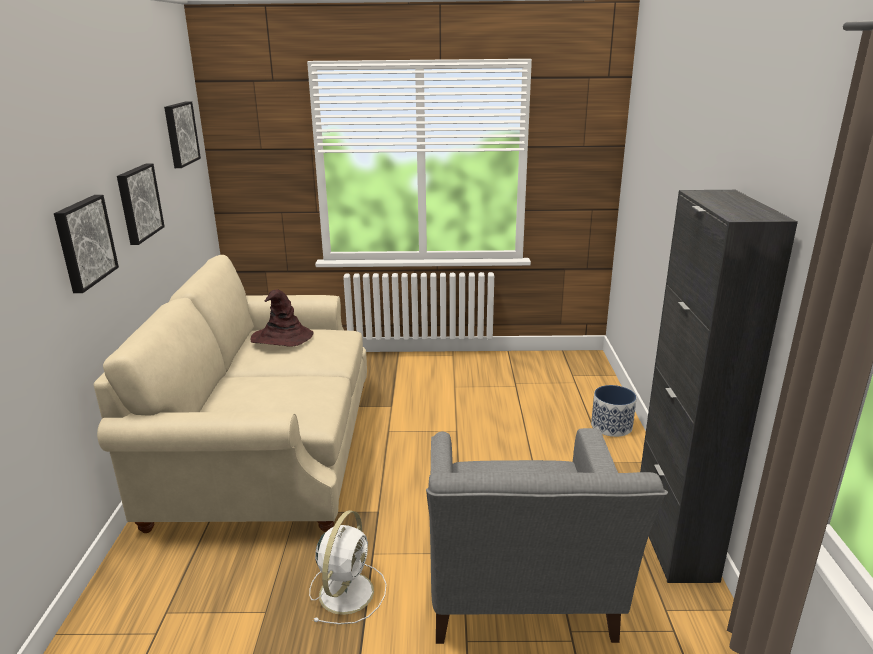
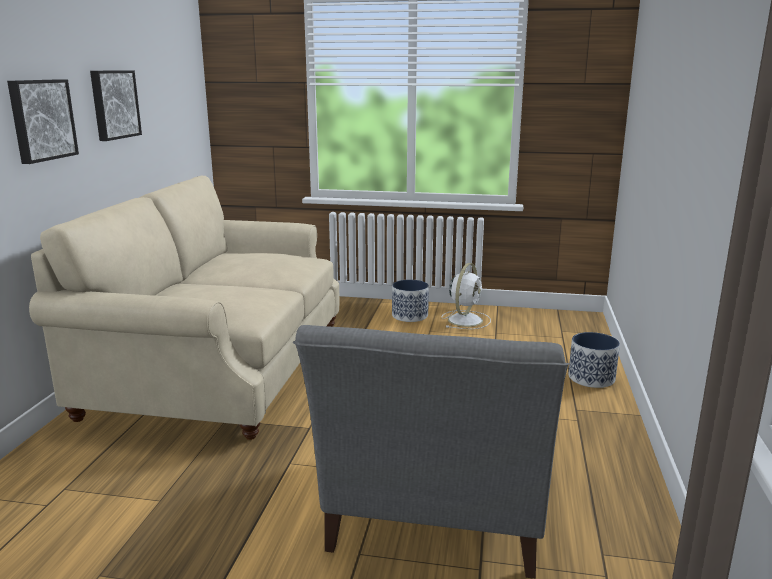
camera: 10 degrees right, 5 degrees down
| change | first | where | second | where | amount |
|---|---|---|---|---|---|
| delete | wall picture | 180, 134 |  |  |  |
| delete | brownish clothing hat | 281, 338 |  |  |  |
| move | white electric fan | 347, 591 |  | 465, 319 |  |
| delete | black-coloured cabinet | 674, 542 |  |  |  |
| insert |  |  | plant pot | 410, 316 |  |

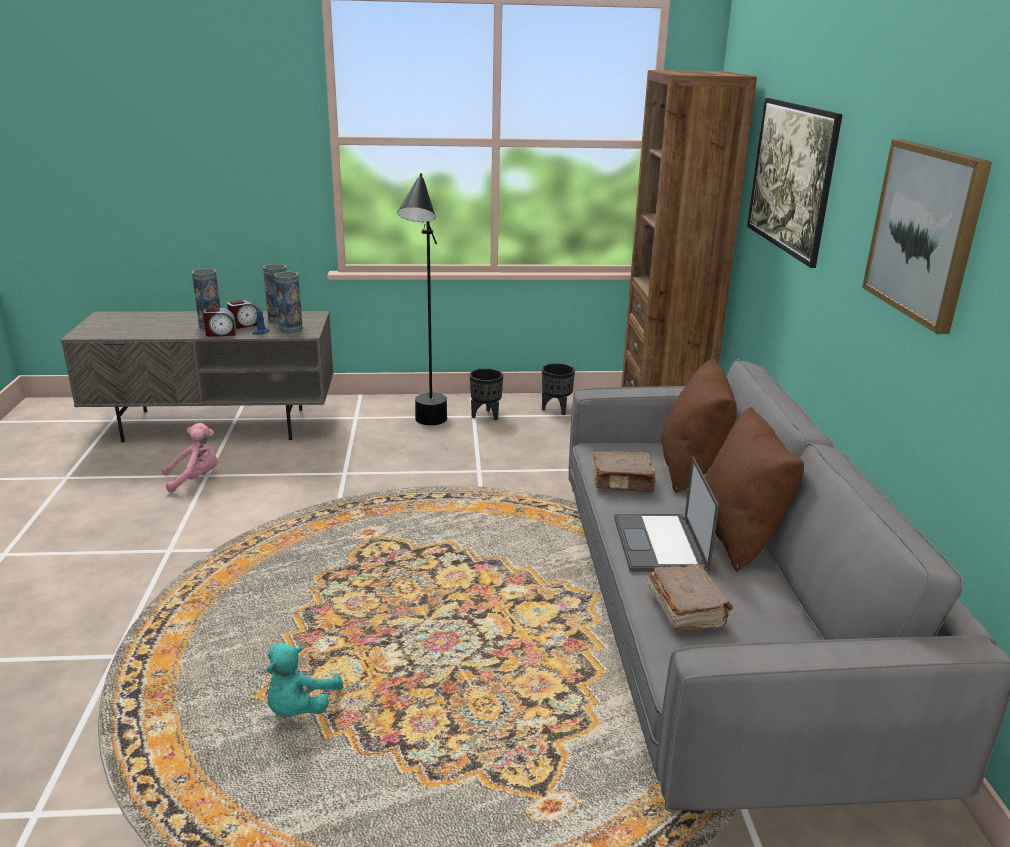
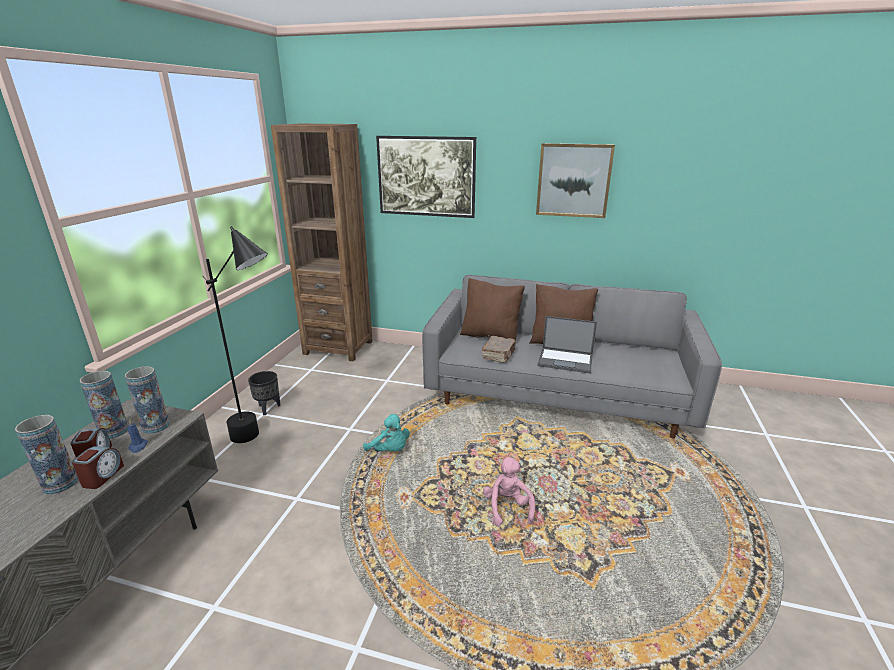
camera: 70 degrees left, 0 degrees up
| change | first | where | second | where | amount |
|---|---|---|---|---|---|
| move | pink soft toy | 195, 479 |  | 507, 507 |  |
| move | turquoise-coloured soft toy | 299, 708 |  | 390, 450 |  |
| delete | black-coloured plant pot | 555, 409 |  |  |  |
| delete | brownish volume | 686, 609 |  |  |  |

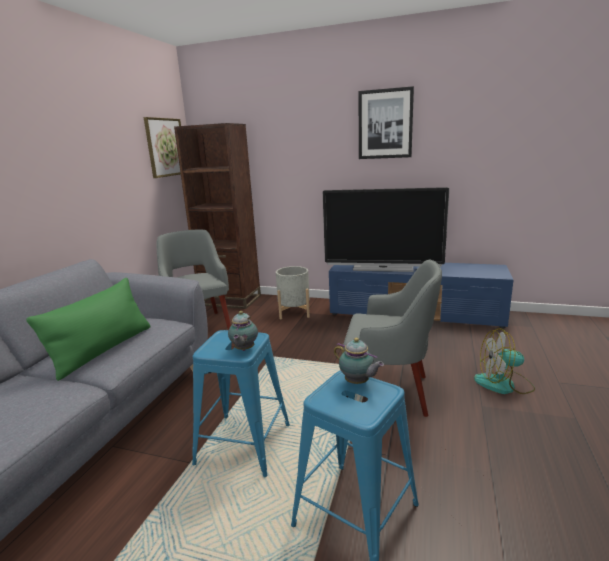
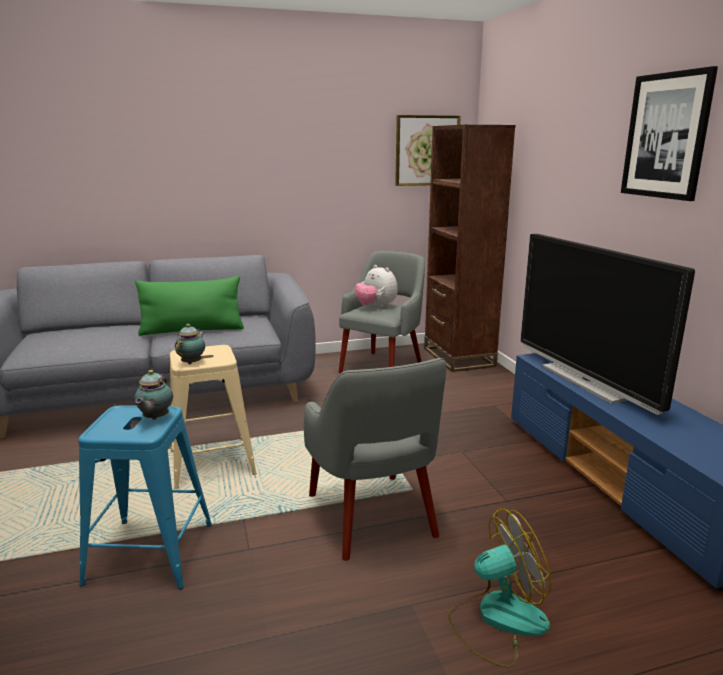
camera: 55 degrees right, 0 degrees up
| change | first | where | second | where | amount |
|---|---|---|---|---|---|
| recolor | bluish sitting stool | 244, 444 | beige-coloured sitting stool | 211, 463 |  |
| rotate | pot for tea | 244, 350 |  | 192, 362 | 135 degrees clockwise |
| delete | greyish plant pot | 294, 312 |  |  |  |
| rotate | electric fan | 504, 384 |  | 497, 619 | 105 degrees clockwise |
| insert |  |  | soft toy | 376, 307 |  |

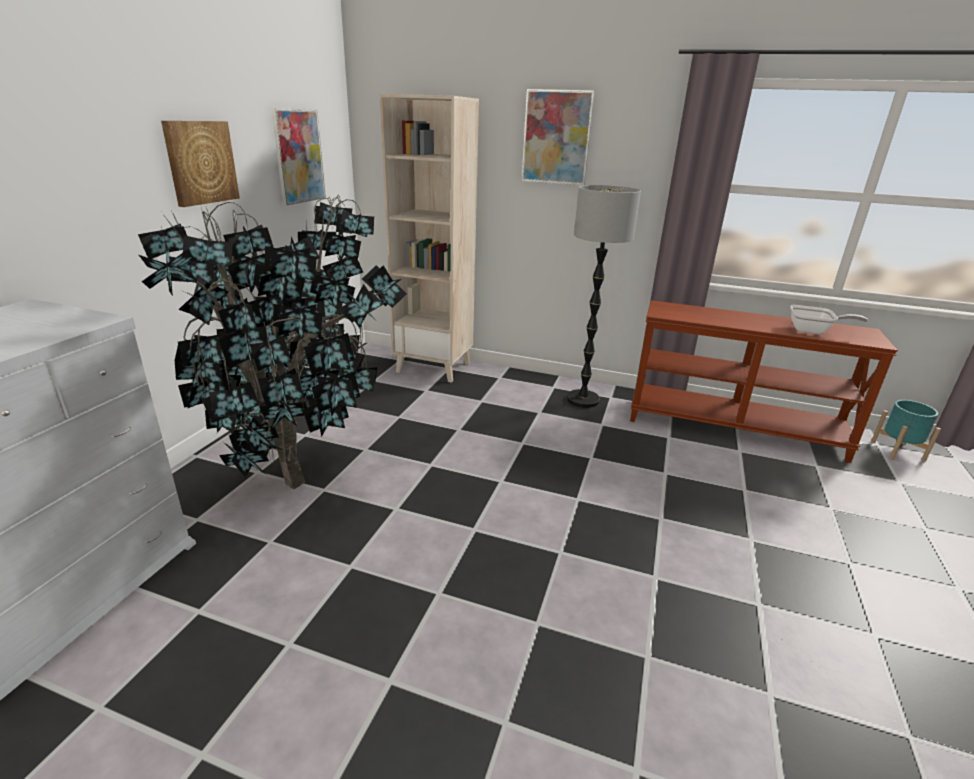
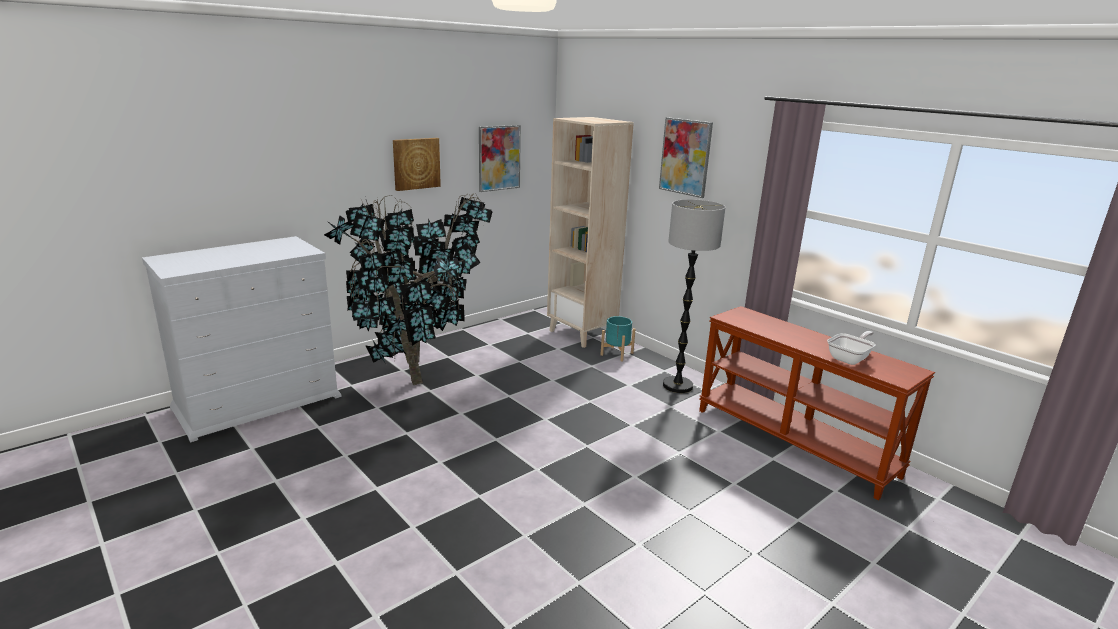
camera: 30 degrees right, 5 degrees down
| change | first | where | second | where | amount |
|---|---|---|---|---|---|
| rotate | pan | 813, 331 |  | 850, 358 | 90 degrees counterclockwise |
| move | turquoise-coloured plant pot | 897, 451 |  | 616, 354 |  |

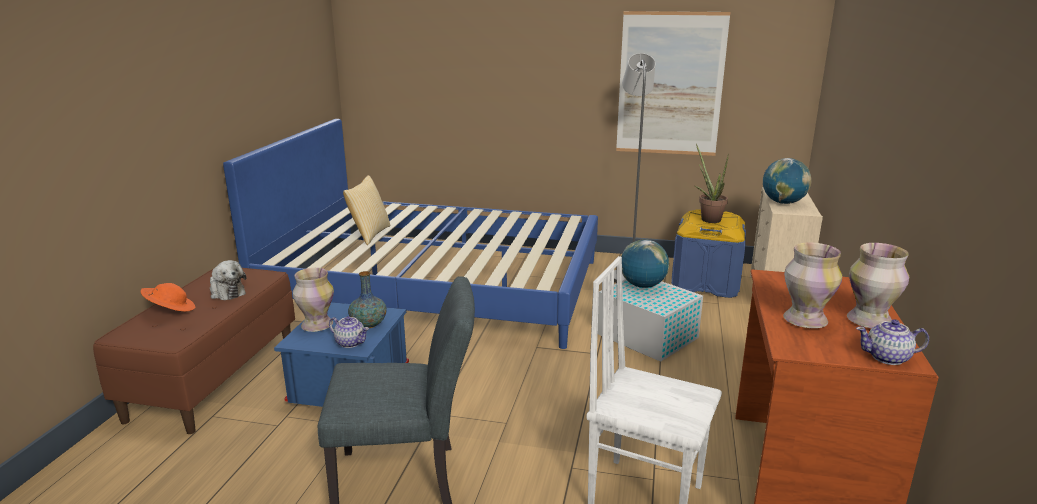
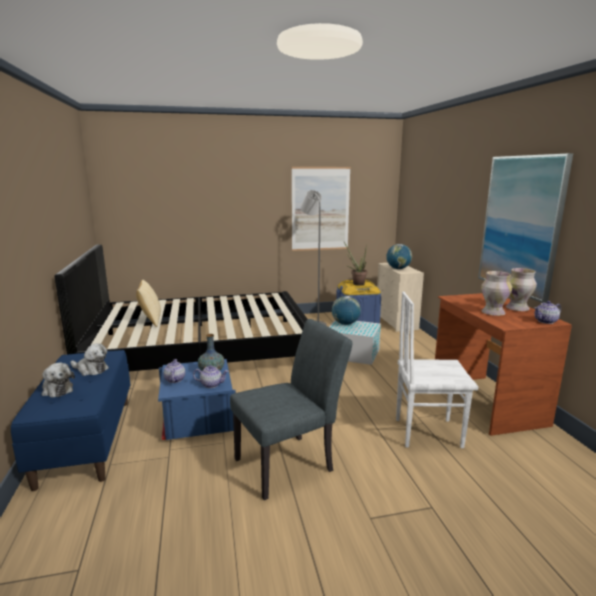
camera: 25 degrees left, 5 degrees down
| change | first | where | second | where | amount |
|---|---|---|---|---|---|
| recolor | brownish long seat | 214, 378 | bluish long seat | 86, 440 |  |
| replace | orange clothing hat | 170, 310 | soft toy | 57, 389 |  |
| recolor | bluish sleeping bed | 436, 285 | black-coloured sleeping bed | 201, 349 |  |
| replace | vase | 316, 325 | pot for tea | 174, 379 |  |
| insert |  |  | wall picture | 520, 225 |  |

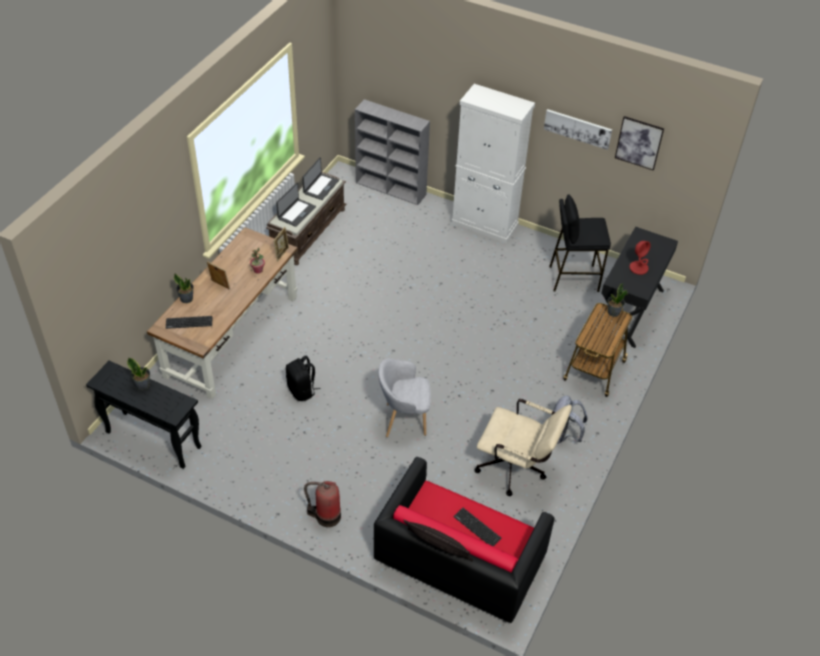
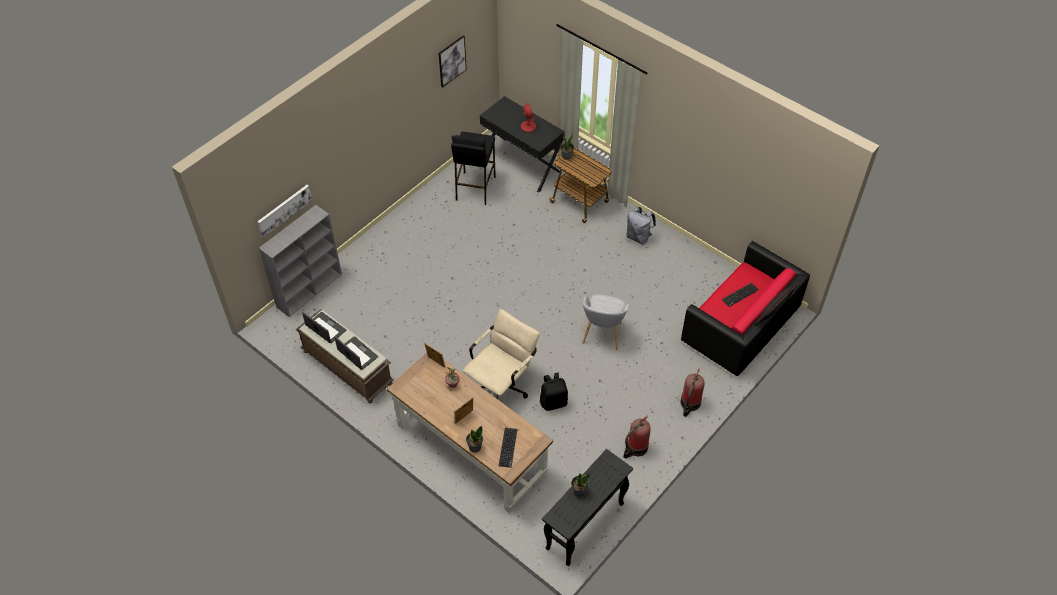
camera: 75 degrees left, 5 degrees up
| change | first | where | second | where | amount |
|---|---|---|---|---|---|
| delete | white cabinet | 484, 224 |  |  |  |
| move | beige-coloured desk chair | 516, 469 |  | 502, 385 |  |
| move | wall picture | 578, 128 |  | 284, 210 |  |
| insert |  |  | fire-fighting cylinder | 636, 448 |  |

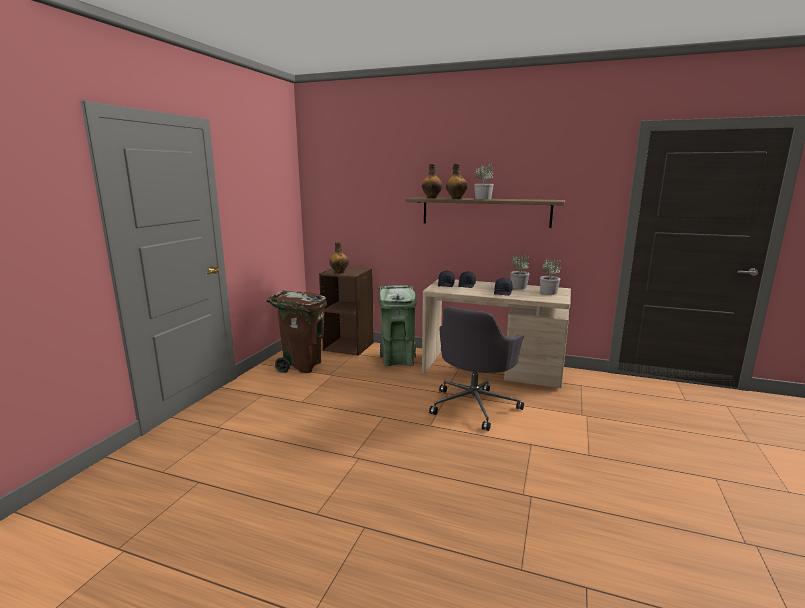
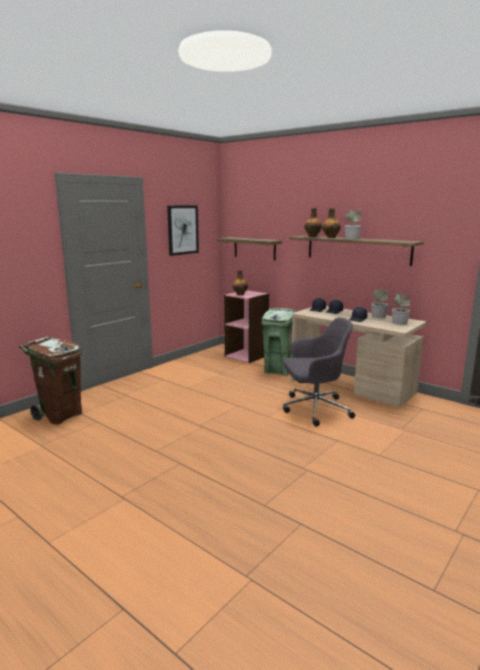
camera: 20 degrees right, 0 degrees up
| change | first | where | second | where | amount |
|---|---|---|---|---|---|
| move | brownish rubbish bin | 302, 366 |  | 60, 415 |  |
| recolor | brownish shelving unit | 349, 346 | pink shelving unit | 247, 356 |  |
| rotate | greyish desk chair | 474, 405 |  | 314, 409 | 150 degrees counterclockwise |
| insert |  |  | wall picture | 182, 230 |  |
| insert |  |  | bracket shelf | 254, 248 |  |

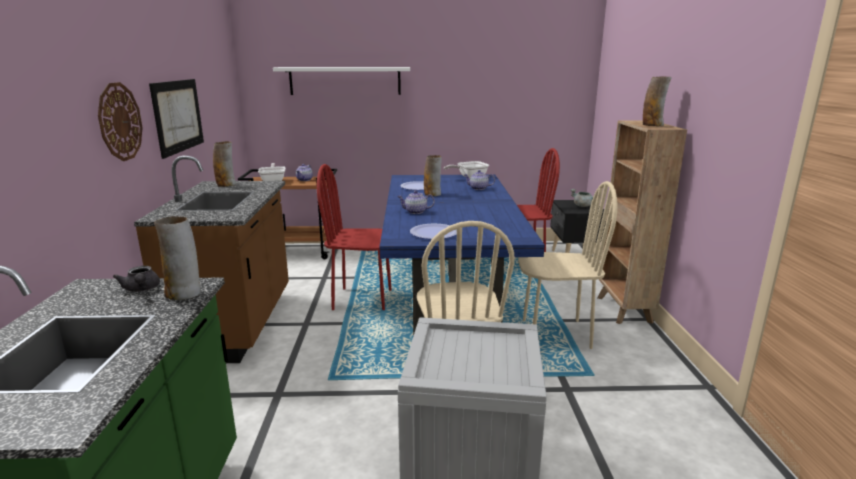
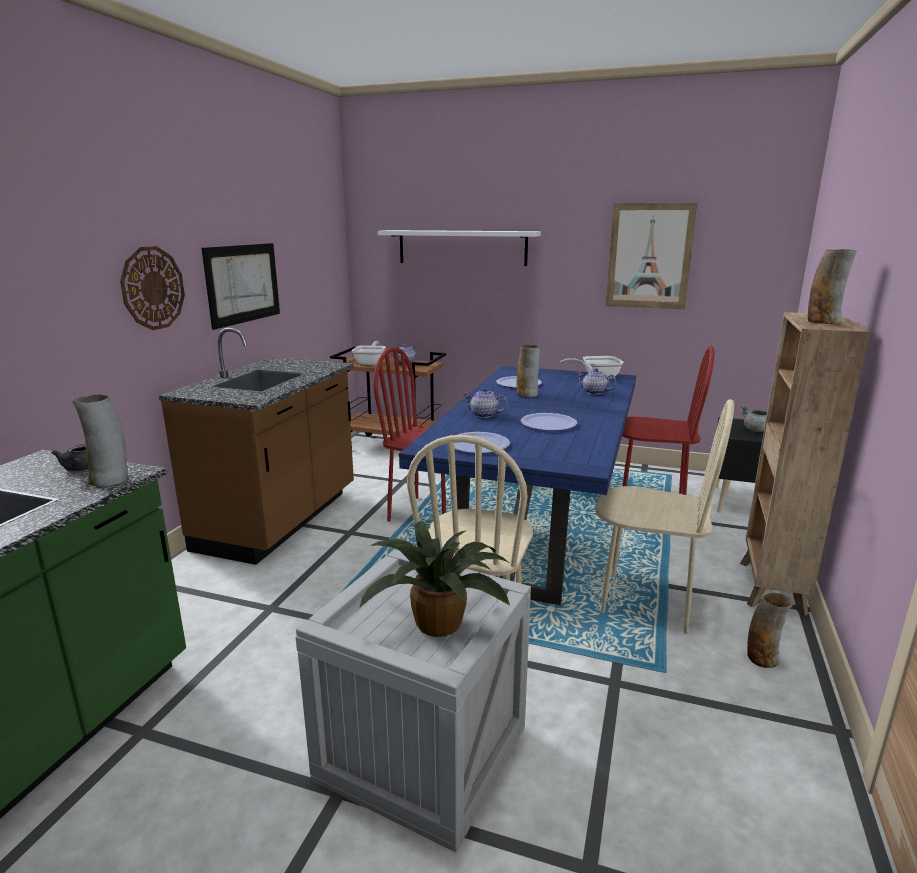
camera: 20 degrees right, 0 degrees up
| change | first | where | second | where | amount |
|---|---|---|---|---|---|
| move | vase | 226, 185 |  | 762, 658 |  |
| insert |  |  | potted plant | 440, 621 |  |
| insert |  |  | plate | 548, 424 |  |
| insert |  |  | wall picture | 649, 256 |  |

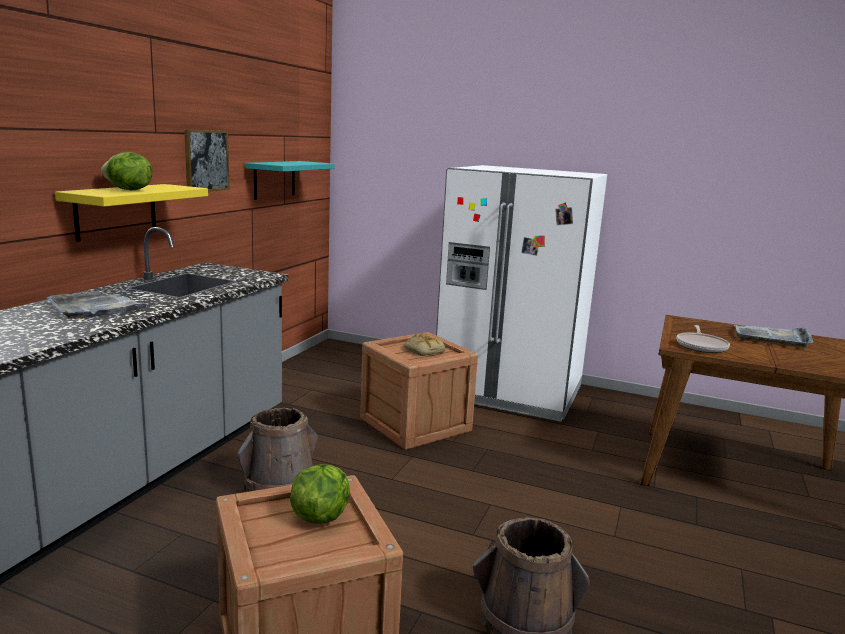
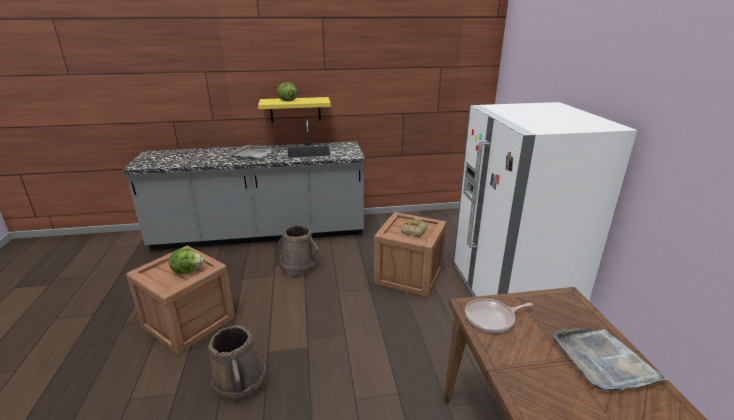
camera: 60 degrees right, 10 degrees up
| change | first | where | second | where | amount |
|---|---|---|---|---|---|
| delete | wall picture | 206, 160 |  |  |  |
| delete | turquoise-coloured bracket shelf | 274, 179 |  |  |  |

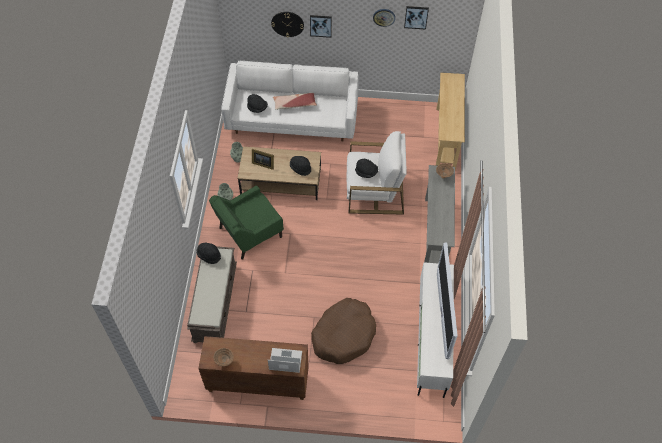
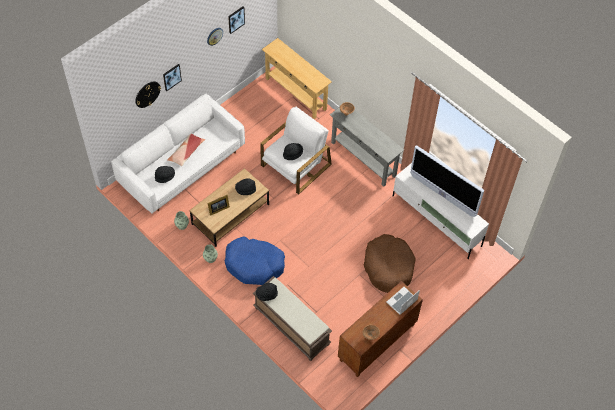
camera: 50 degrees left, 0 degrees up
| change | first | where | second | where | amount |
|---|---|---|---|---|---|
| replace | green-coloured easy chair | 249, 233 | bluish dog bed | 254, 264 |  |

